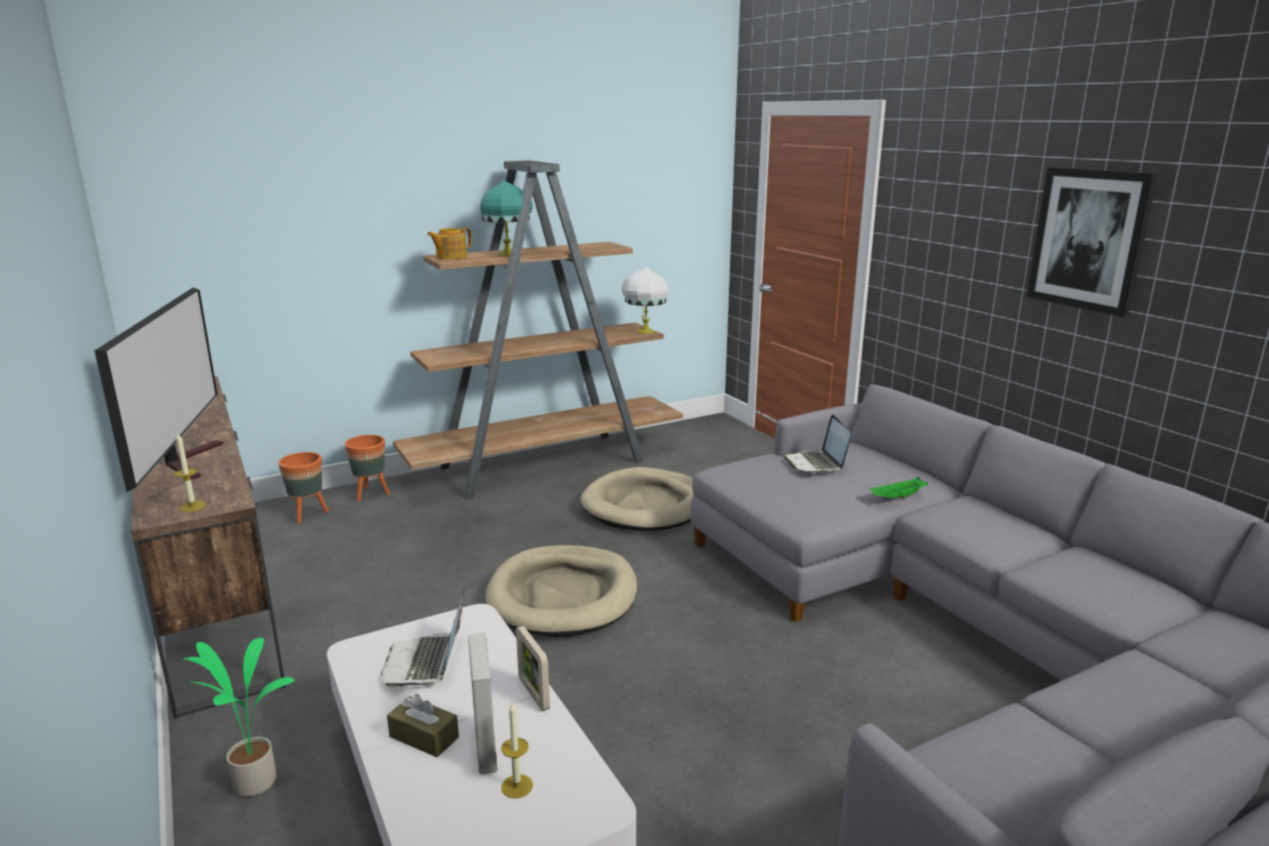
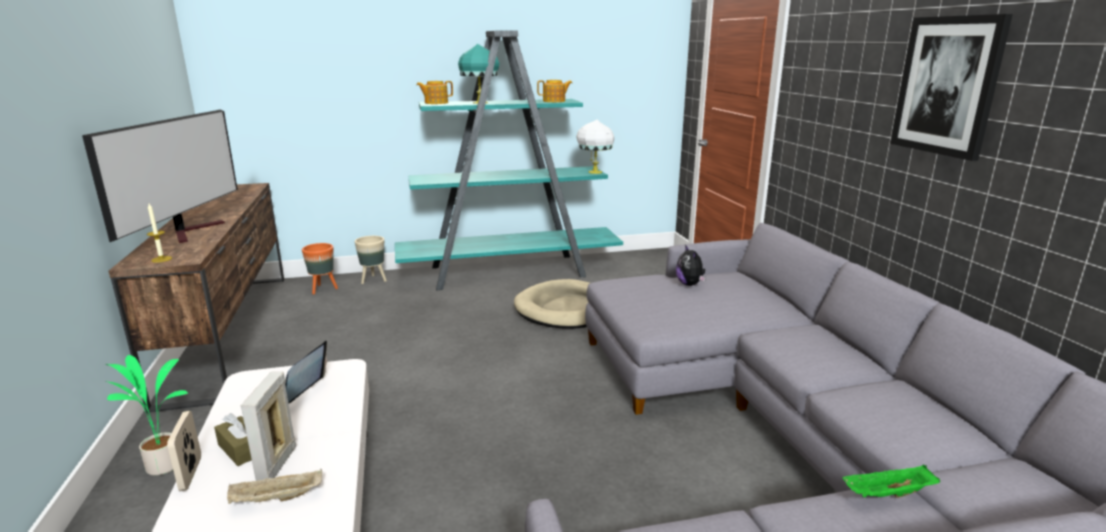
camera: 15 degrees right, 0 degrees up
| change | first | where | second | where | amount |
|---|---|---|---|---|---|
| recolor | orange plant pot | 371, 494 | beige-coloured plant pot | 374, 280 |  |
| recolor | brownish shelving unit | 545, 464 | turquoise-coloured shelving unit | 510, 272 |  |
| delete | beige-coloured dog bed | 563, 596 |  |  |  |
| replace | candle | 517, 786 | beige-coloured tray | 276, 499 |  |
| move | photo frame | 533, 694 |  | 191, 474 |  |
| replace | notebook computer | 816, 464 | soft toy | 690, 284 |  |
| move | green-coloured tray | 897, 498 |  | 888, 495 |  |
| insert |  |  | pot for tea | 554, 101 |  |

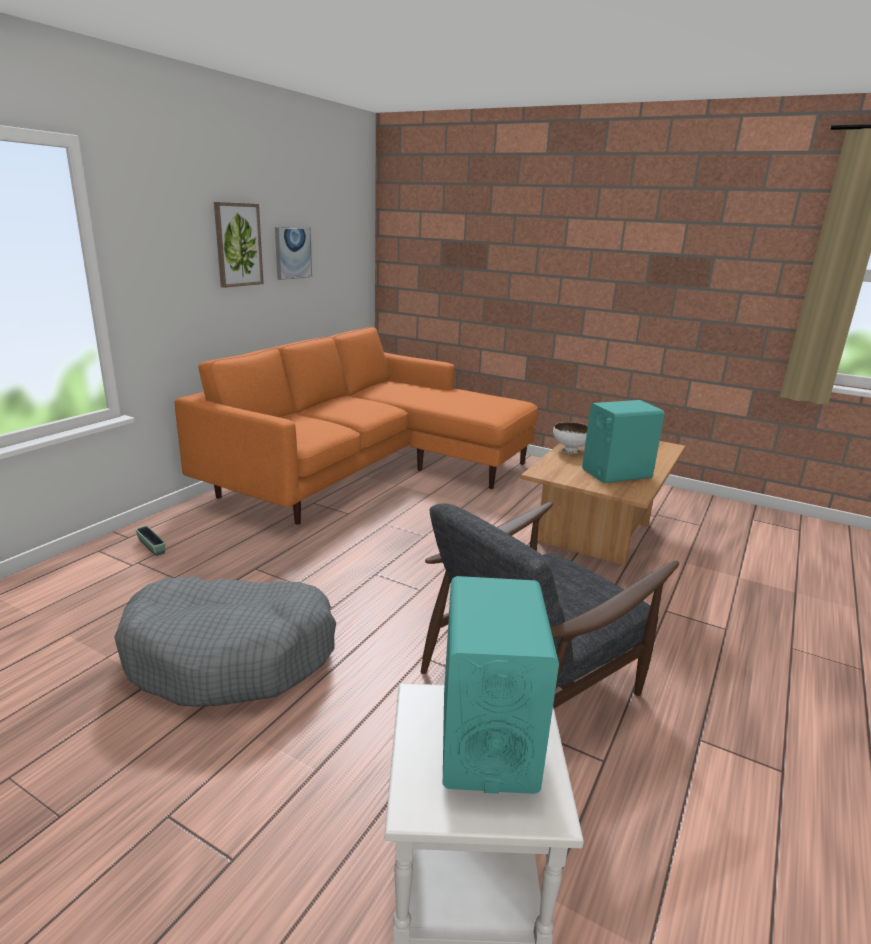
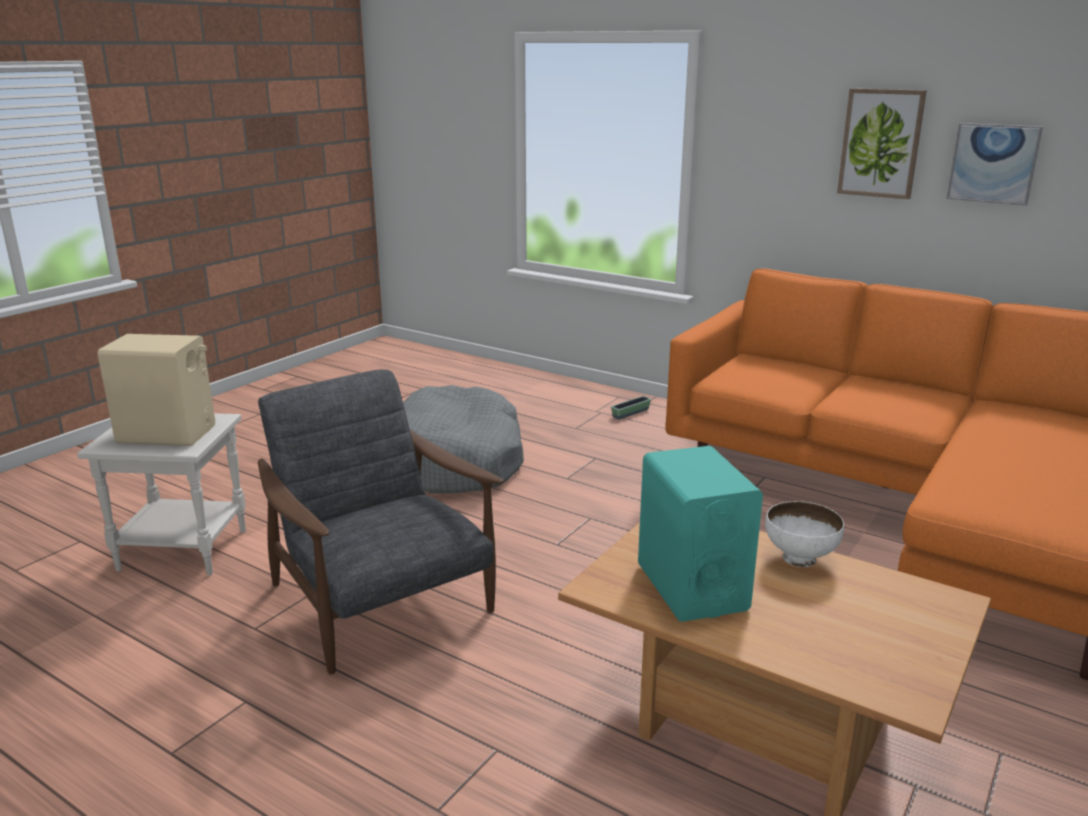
camera: 95 degrees right, 0 degrees up
| change | first | where | second | where | amount |
|---|---|---|---|---|---|
| recolor | turquoise-coloured loudspeaker | 487, 740 | beige-coloured loudspeaker | 167, 434 |  |

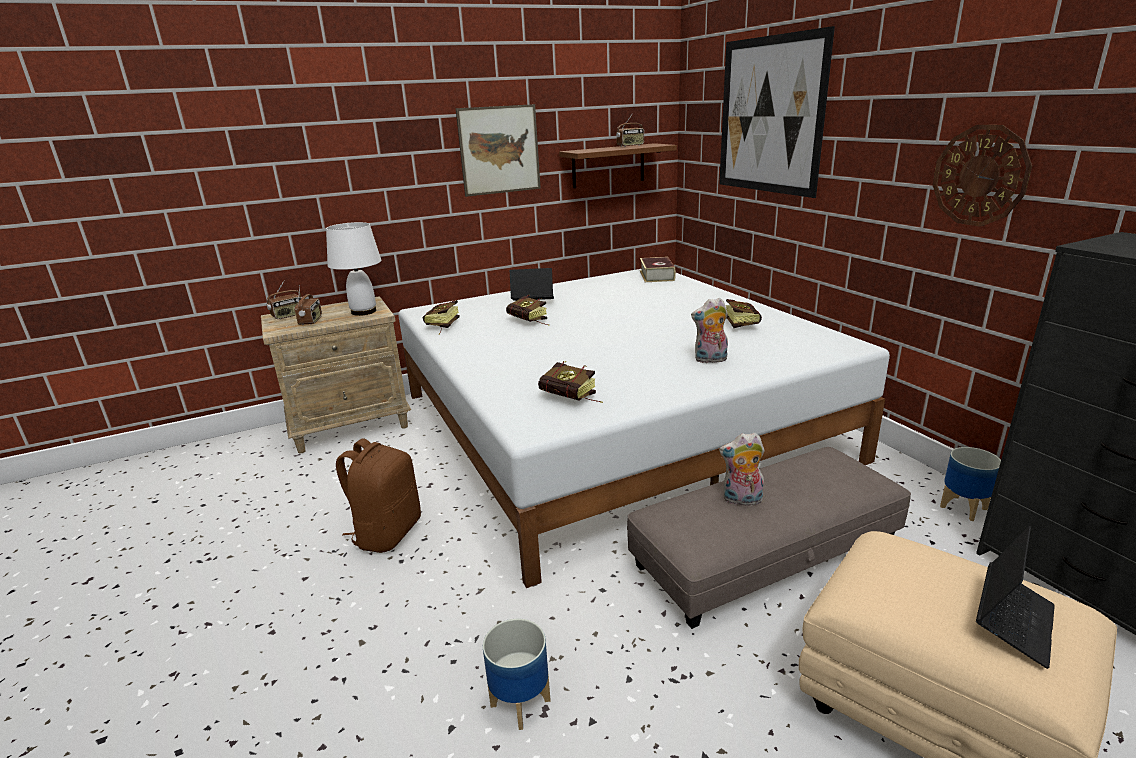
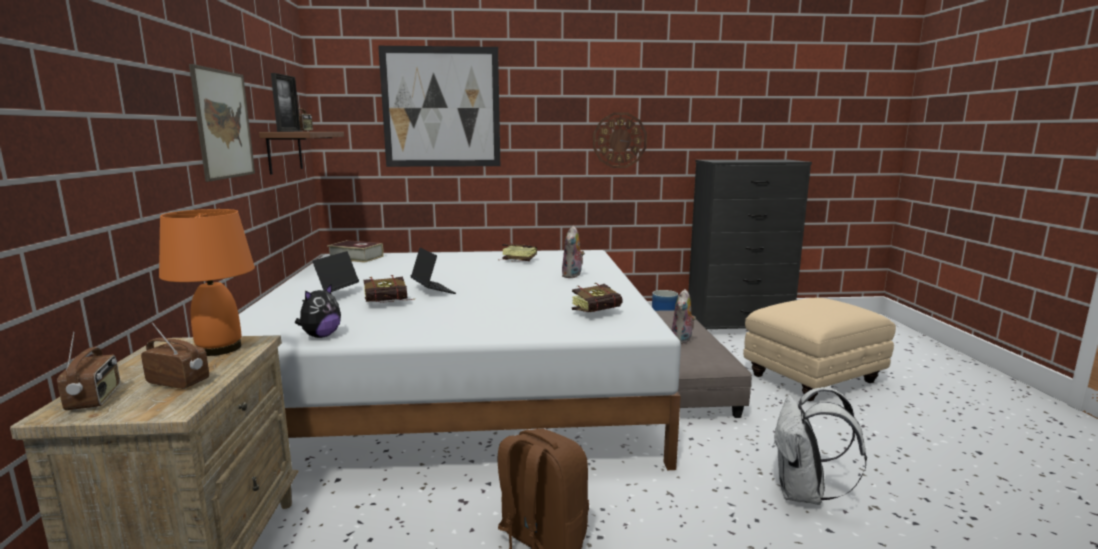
camera: 70 degrees left, 10 degrees down
| change | first | where | second | where | amount |
|---|---|---|---|---|---|
| recolor | white table lamp | 364, 311 | orange table lamp | 220, 348 |  |
| replace | volume | 441, 327 | soft toy | 321, 336 |  |
| replace | plant pot | 520, 703 | white backpack | 804, 494 |  |
| move | notebook computer | 1013, 621 |  | 433, 290 |  |
| insert |  |  | photo frame | 289, 131 |  |

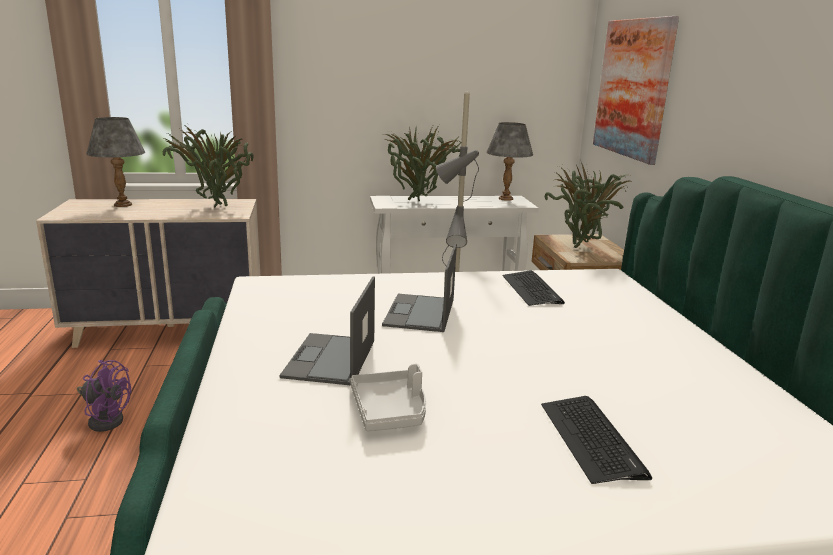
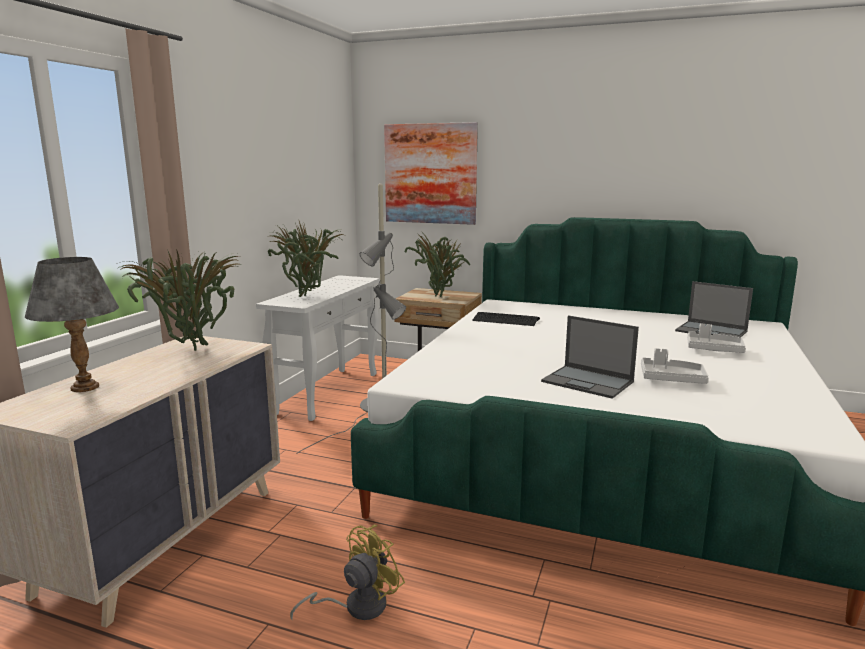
camera: 60 degrees left, 5 degrees down
| change | first | where | second | where | amount |
|---|---|---|---|---|---|
| recolor | purple-coloured electric fan | 105, 419 | yellowish electric fan | 356, 606 |  |
| move | notebook computer | 420, 313 |  | 712, 331 |  |
| delete | greyish table lamp | 506, 198 |  |  |  |
| replace | computer keyboard | 592, 439 | greyish tray | 713, 349 |  |

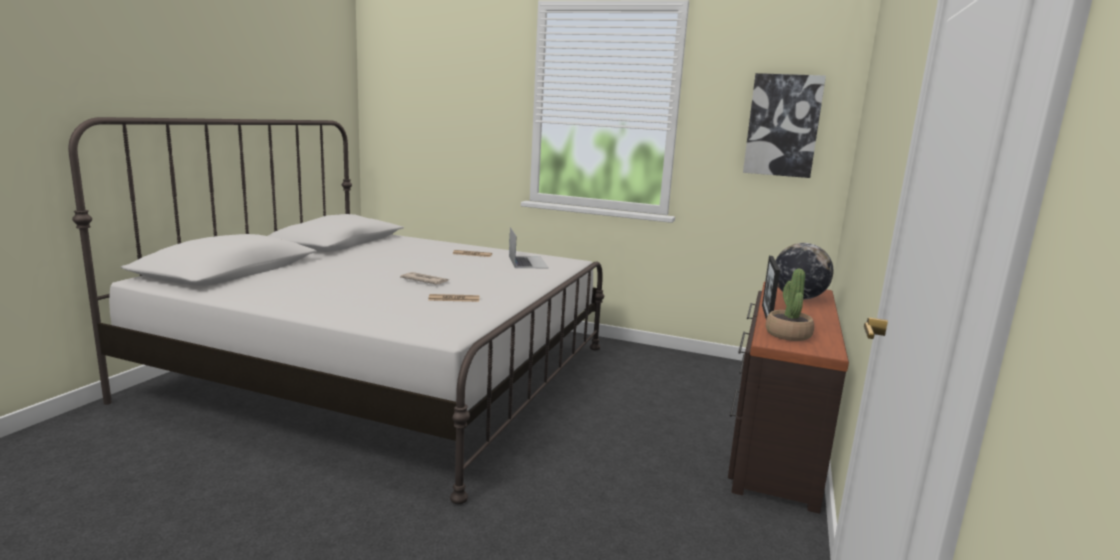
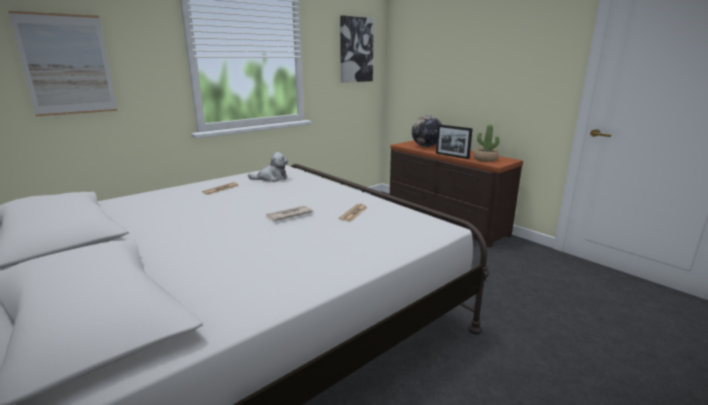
camera: 60 degrees left, 5 degrees up
| change | first | where | second | where | amount |
|---|---|---|---|---|---|
| replace | notebook computer | 527, 262 | soft toy | 271, 178 |  |
| insert |  |  | wall picture | 67, 65 |  |

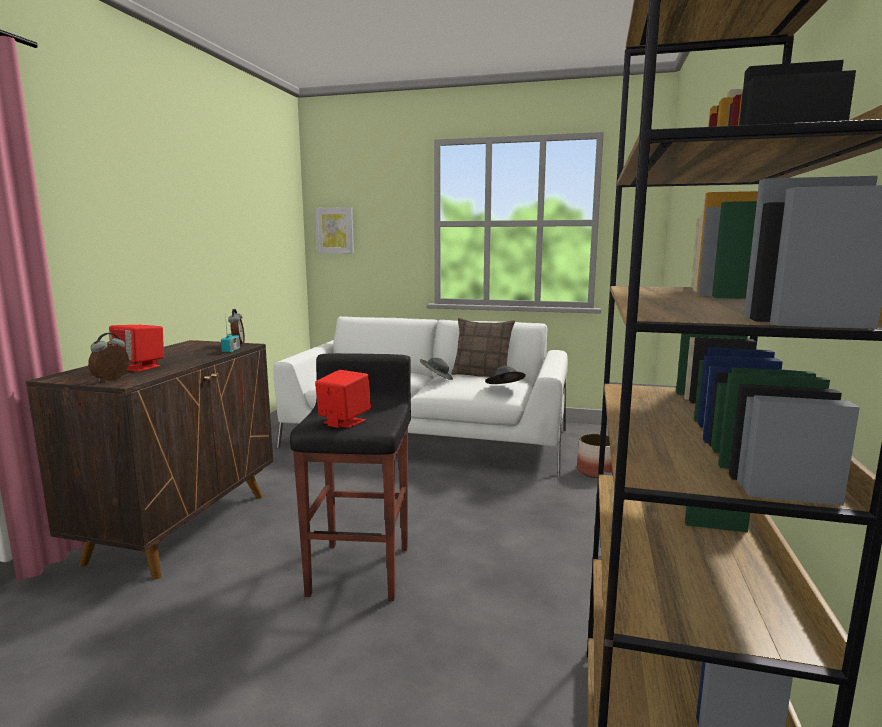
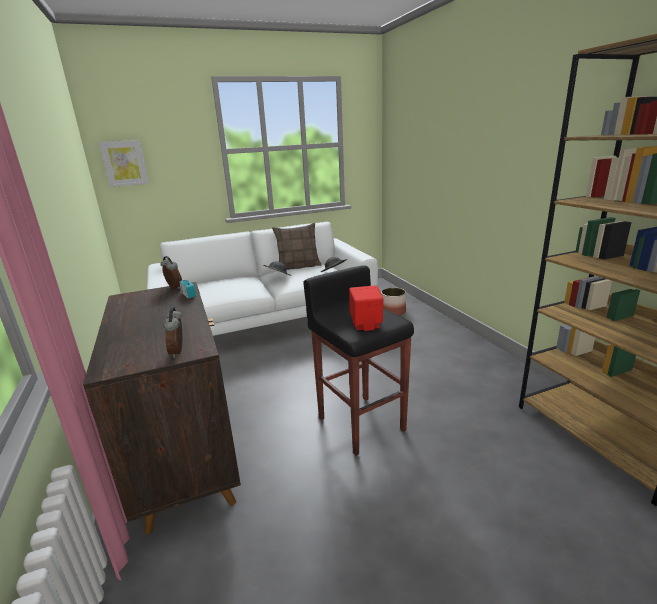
camera: 35 degrees left, 10 degrees up
| change | first | where | second | where | amount |
|---|---|---|---|---|---|
| delete | red loudspeaker | 140, 367 |  |  |  |

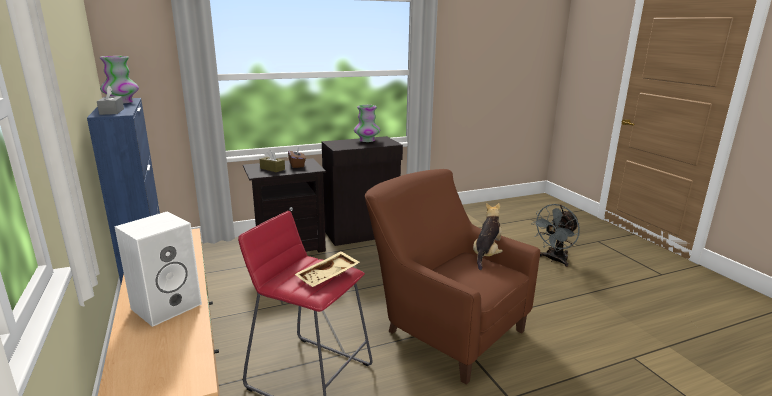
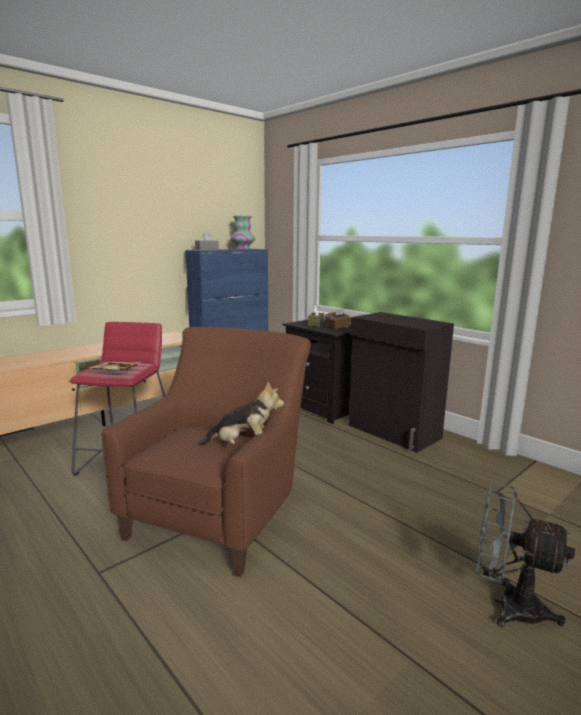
camera: 70 degrees right, 5 degrees down
| change | first | where | second | where | amount |
|---|---|---|---|---|---|
| delete | white loudspeaker | 167, 305 |  |  |  |
| delete | vase | 367, 140 |  |  |  |

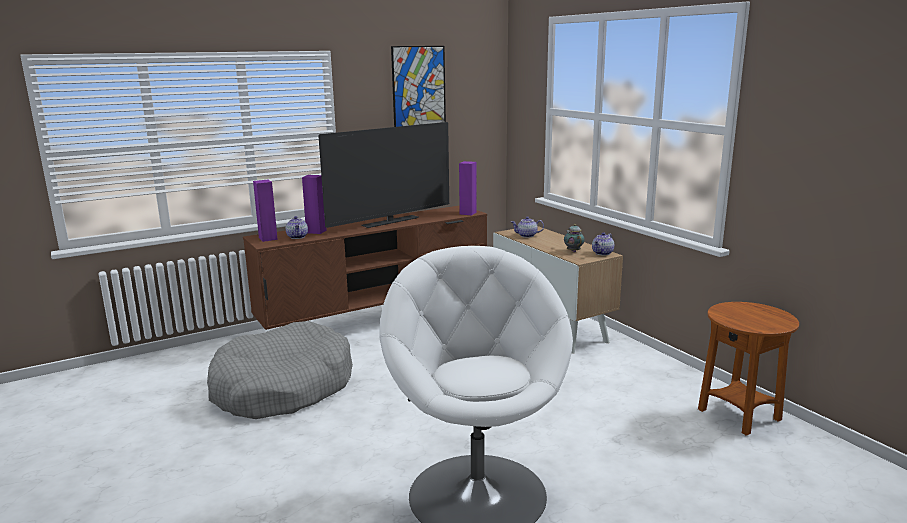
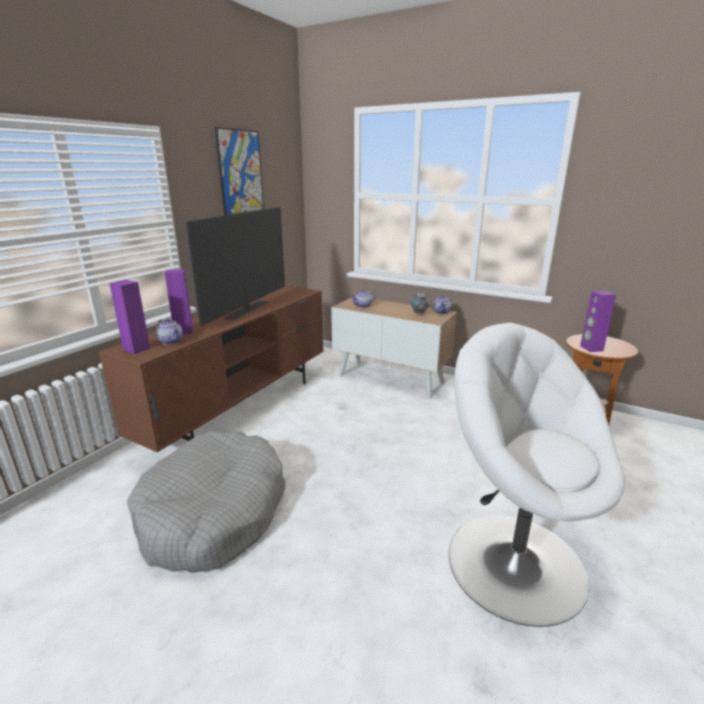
camera: 30 degrees left, 5 degrees up
| change | first | where | second | where | amount |
|---|---|---|---|---|---|
| move | purple-coloured loudspeaker | 467, 213 |  | 591, 348 |  |

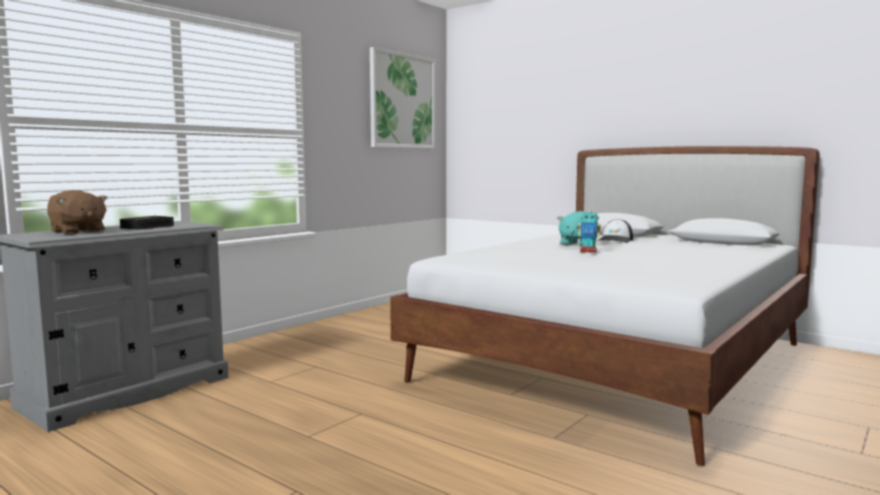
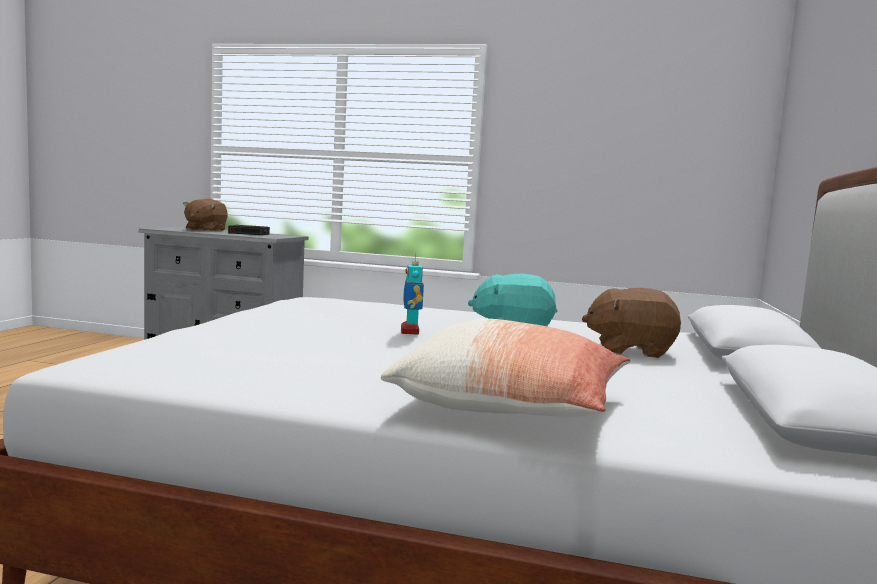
camera: 65 degrees right, 0 degrees up
| change | first | where | second | where | amount |
|---|---|---|---|---|---|
| delete | wall picture | 402, 101 |  |  |  |
| replace | peaked cap | 615, 240 | brownish soft toy | 630, 350 |  |
| insert |  |  | cushion | 512, 406 |  |

